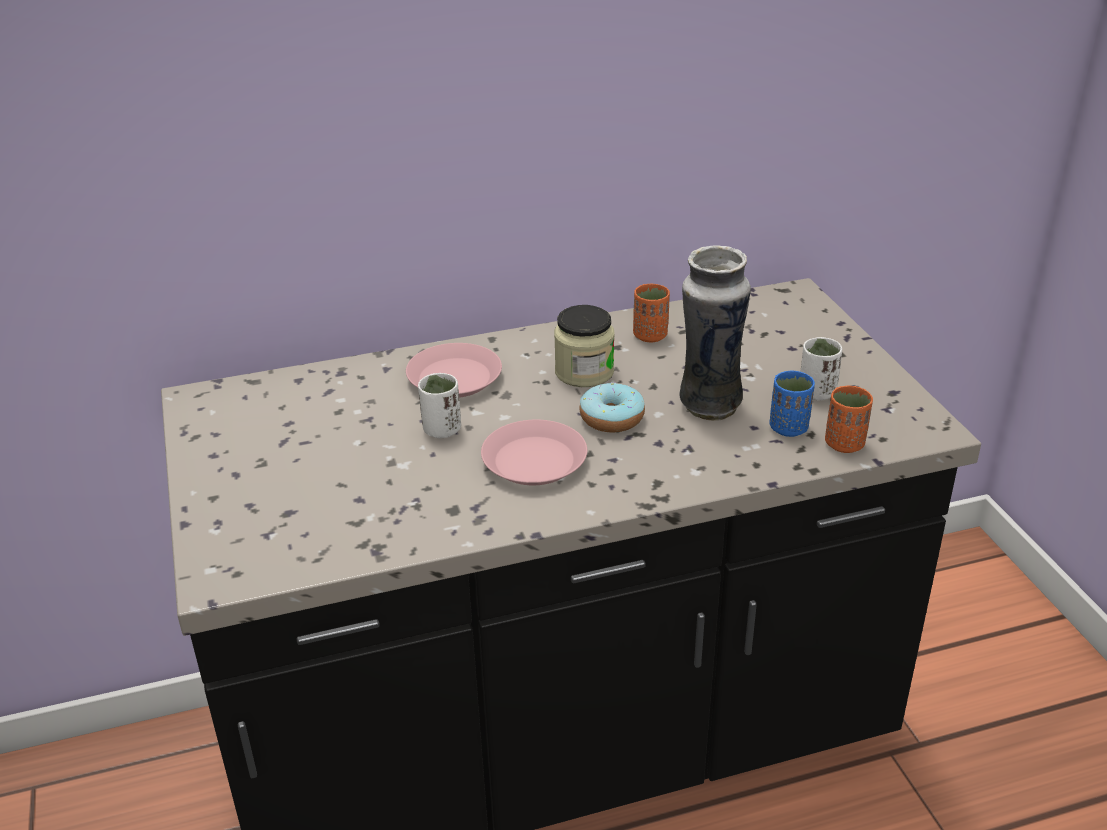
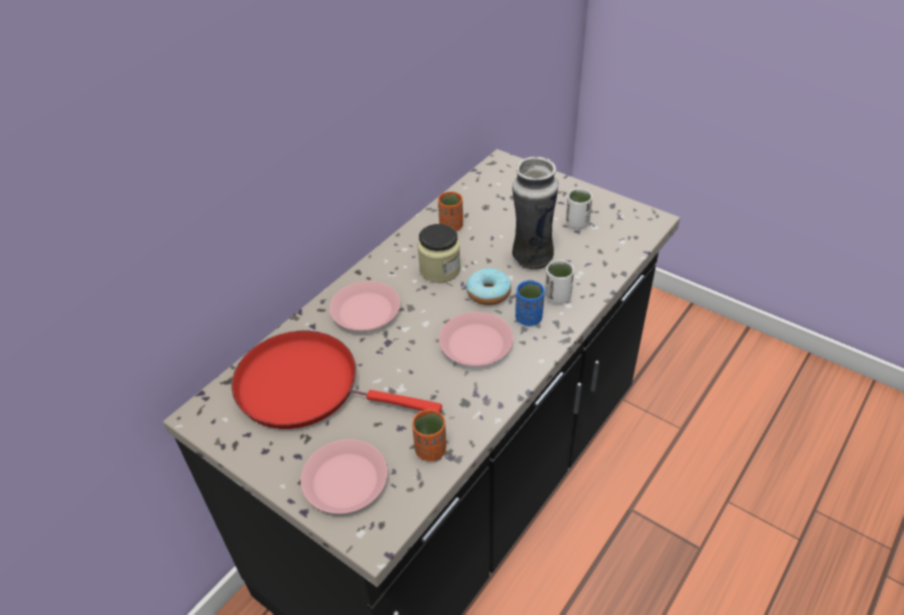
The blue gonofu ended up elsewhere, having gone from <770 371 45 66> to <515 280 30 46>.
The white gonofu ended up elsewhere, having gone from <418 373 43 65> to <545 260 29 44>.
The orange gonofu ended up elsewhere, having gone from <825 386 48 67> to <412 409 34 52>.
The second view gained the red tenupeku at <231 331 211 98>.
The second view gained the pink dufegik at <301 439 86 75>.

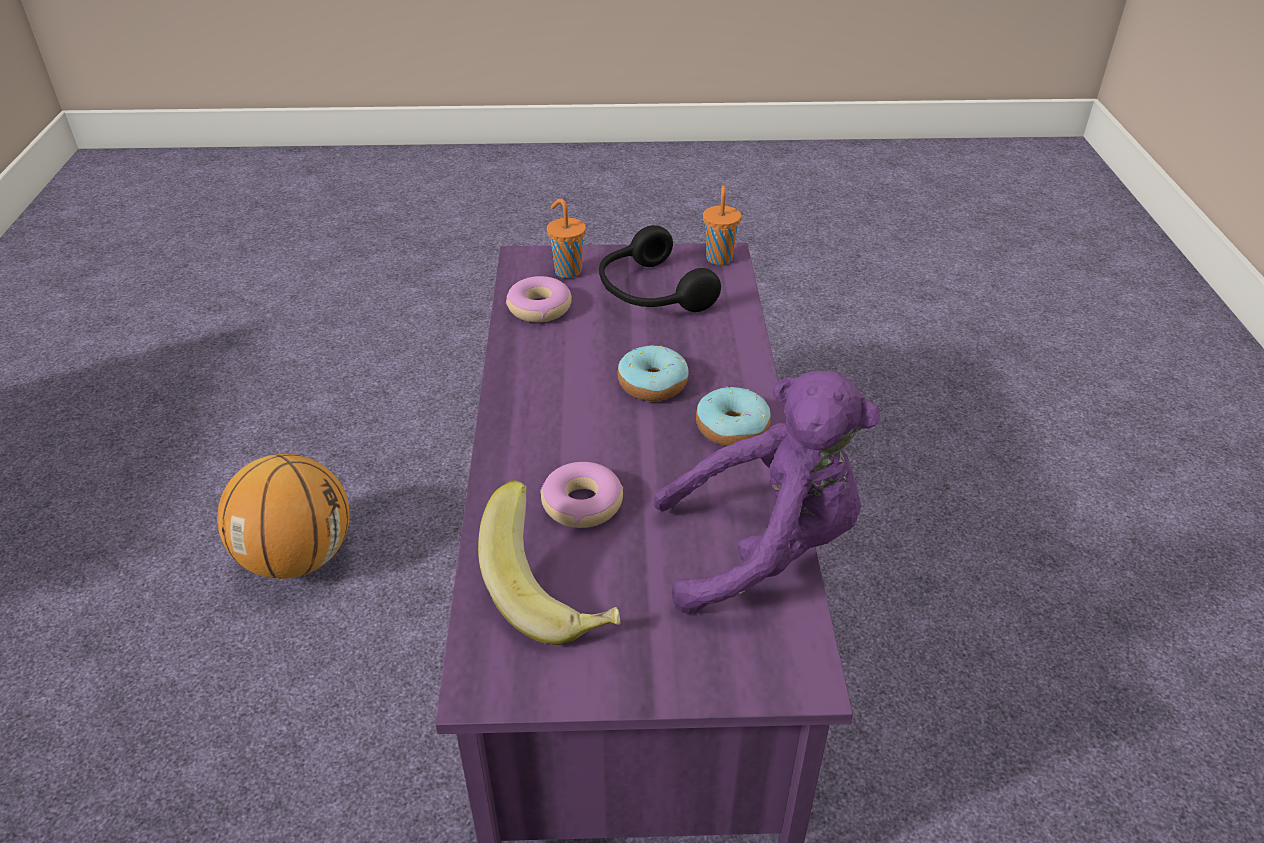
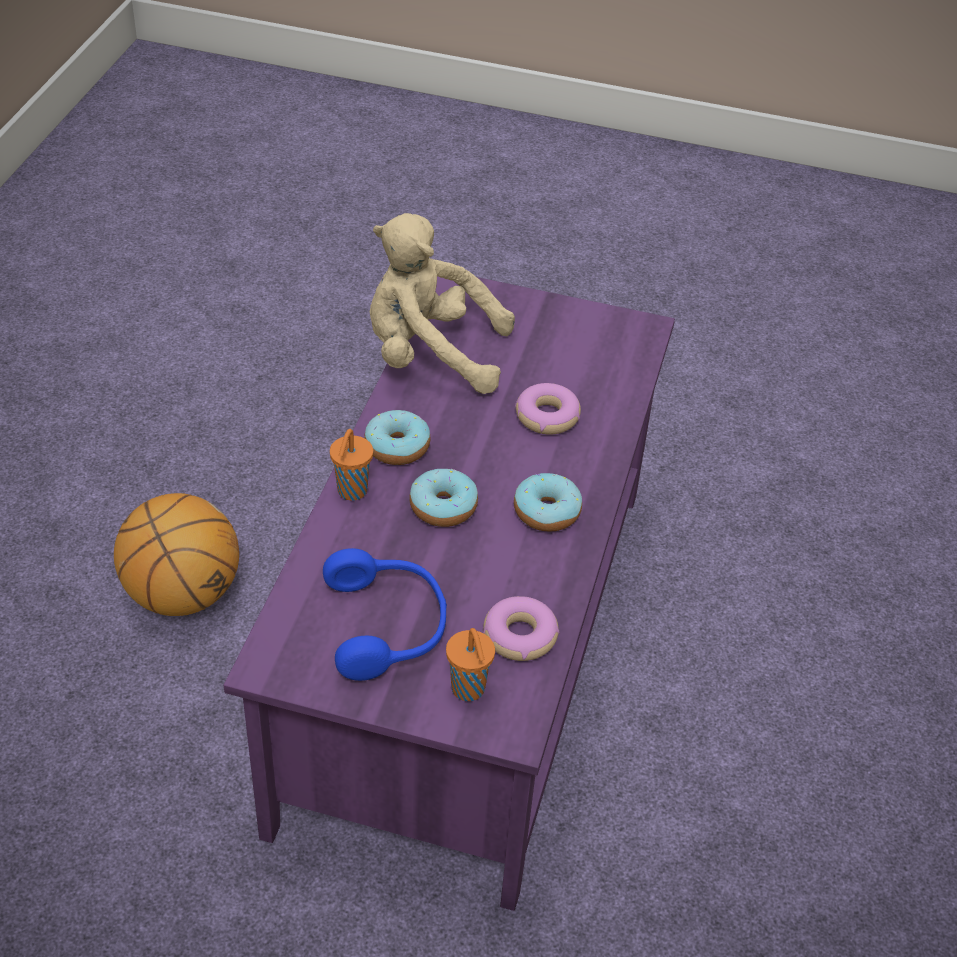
The orange gonofu ended up elsewhere, having gone from <703 186 38 79> to <330 429 43 72>.
What was the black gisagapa at <599 225 122 87> turned into the blue gisagapa at <323 548 124 133>.
What was the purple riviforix at <654 371 226 243> turned into the beige riviforix at <370 213 145 181>.
The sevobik ended up elsewhere, having gone from <217 454 133 125> to <114 493 125 123>.
The second view lost the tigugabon at <478 480 143 165>.
The second view gained the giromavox at <514 473 68 59>.

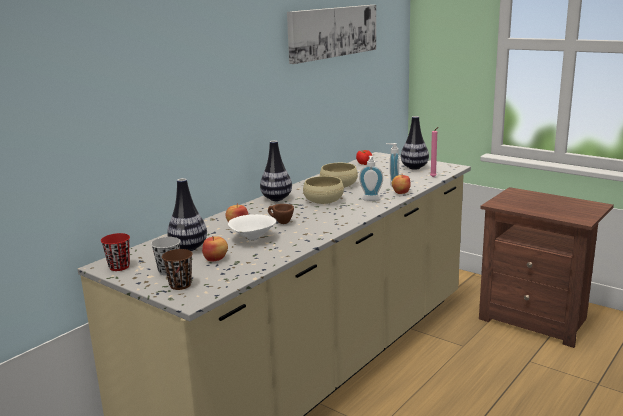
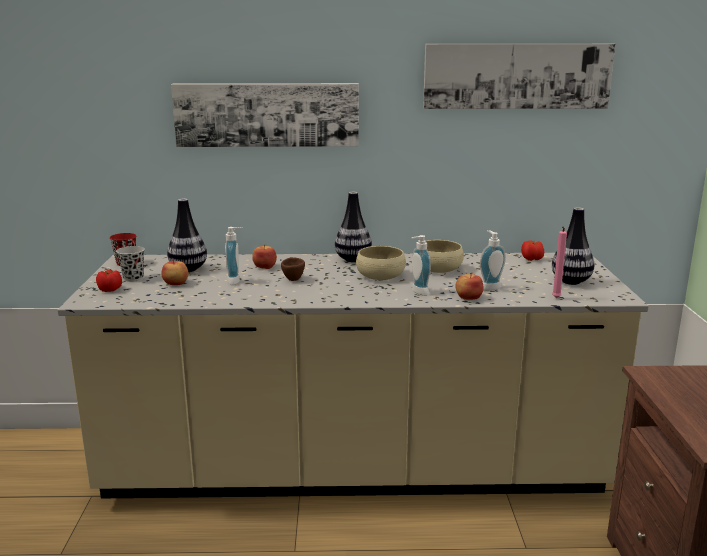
Where the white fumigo stood at <228 214 48 27>, the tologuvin came to stand at <225 227 18 58>.
Where the brown gonofu stood at <162 249 31 41>, the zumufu came to stand at <96 269 26 23>.
The second view gained the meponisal at <171 83 188 64>.

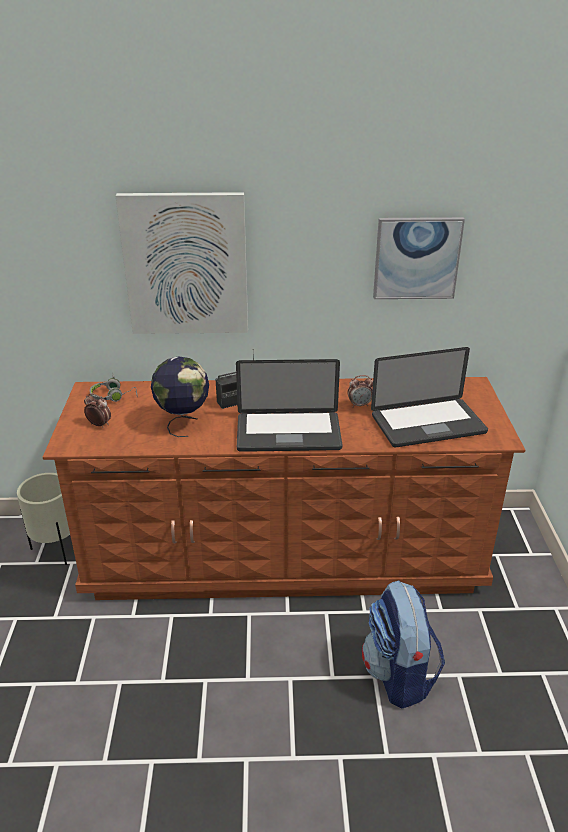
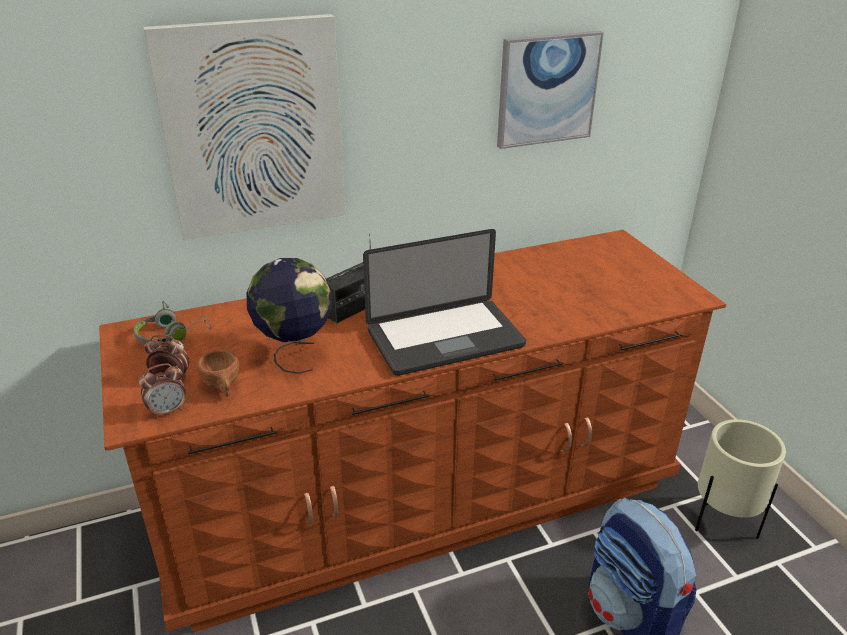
The second view lost the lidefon at <371 347 117 100>.
The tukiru ended up elsewhere, having gone from <348 375 25 32> to <139 363 47 55>.
The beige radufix ended up elsewhere, having gone from <17 473 53 92> to <695 419 91 120>.
The second view gained the brown gonofu at <197 350 42 47>.

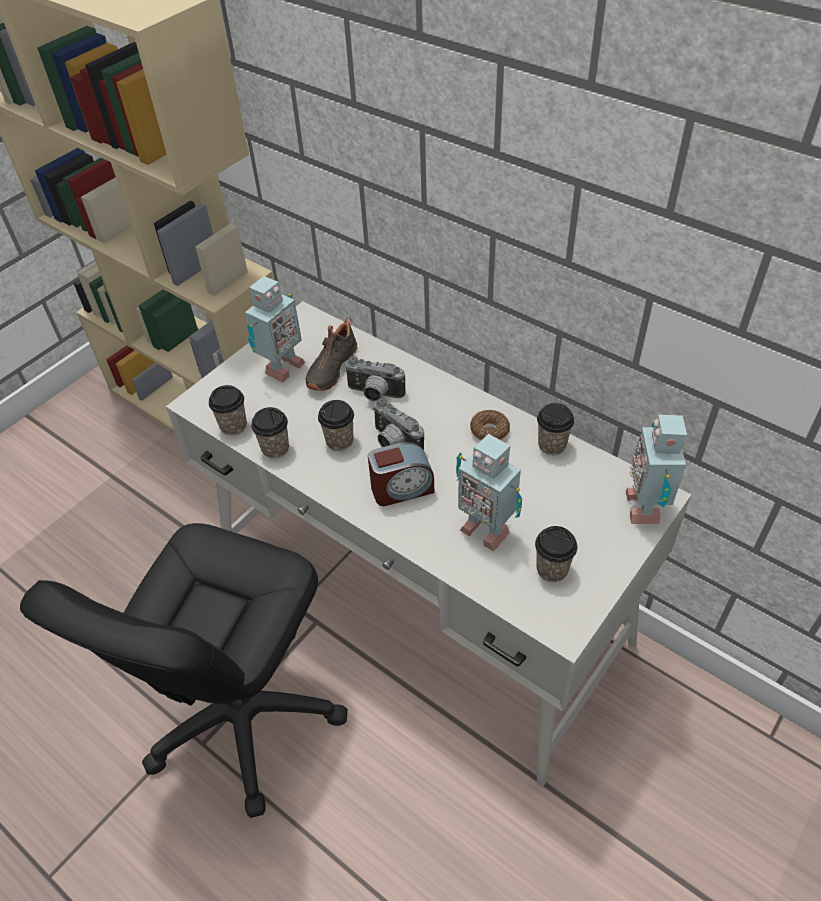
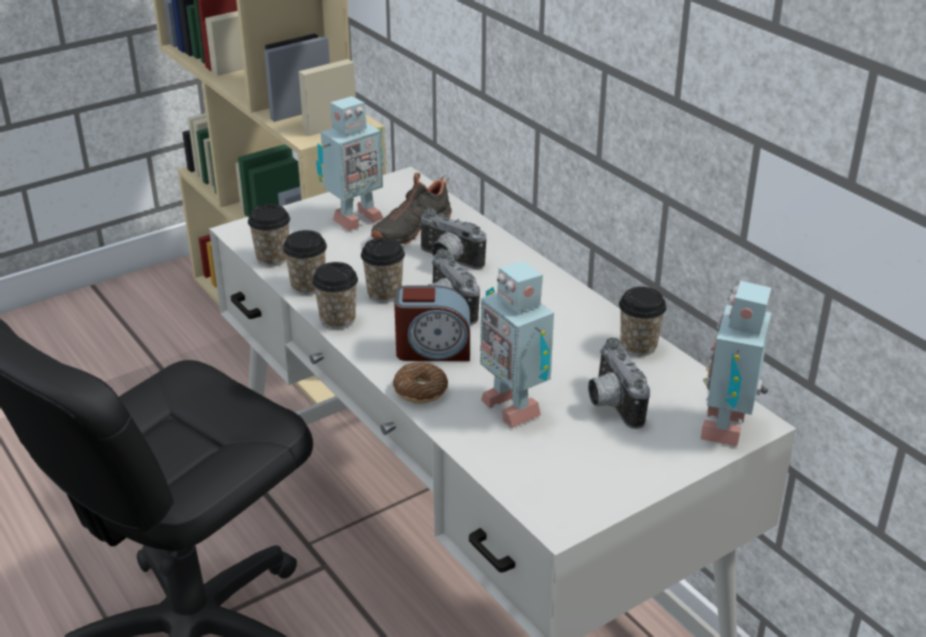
The giromavox ended up elsewhere, having gone from <470 410 40 30> to <393 362 55 42>.
The gonofu ended up elsewhere, having gone from <535 526 42 56> to <312 262 46 68>.
The second view gained the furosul at <588 338 62 91>.

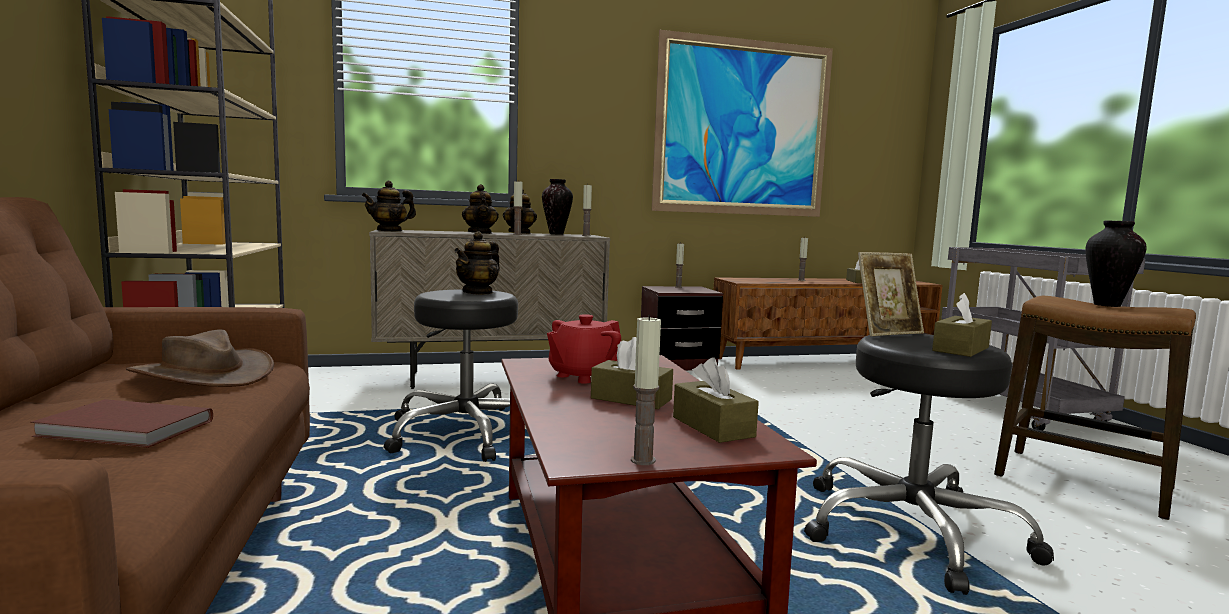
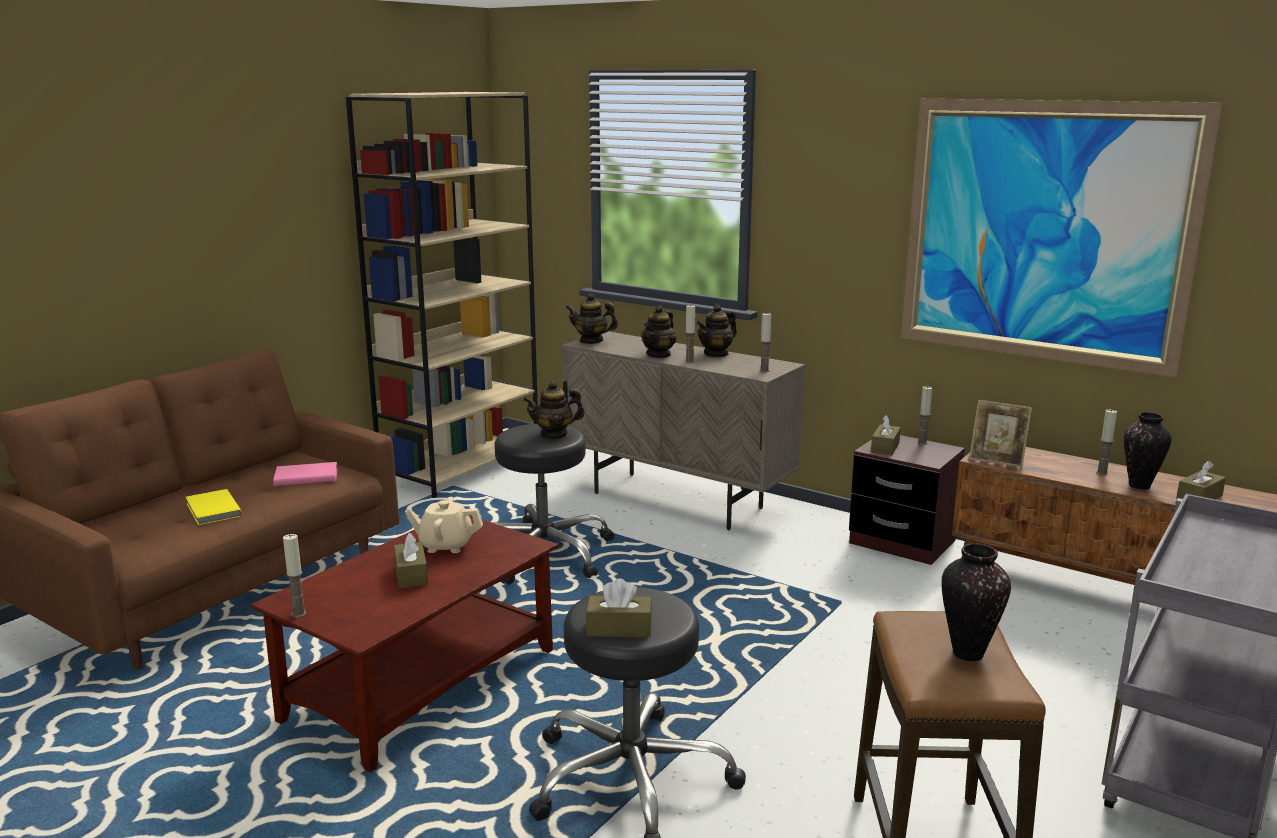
The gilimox ended up elsewhere, having gone from <542 179 31 55> to <1124 412 48 78>.
The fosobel ended up elsewhere, having gone from <858 252 66 84> to <969 400 63 67>.
What was the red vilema at <547 314 74 70> turned into the beige vilema at <405 497 78 56>.
Where the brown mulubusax stood at <126 329 148 58>, the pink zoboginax came to stand at <273 462 65 24>.
The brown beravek ended up elsewhere, having gone from <673 358 86 85> to <871 415 30 40>.
What was the brown zoboginax at <30 399 183 49> turned into the yellow zoboginax at <186 489 56 36>.

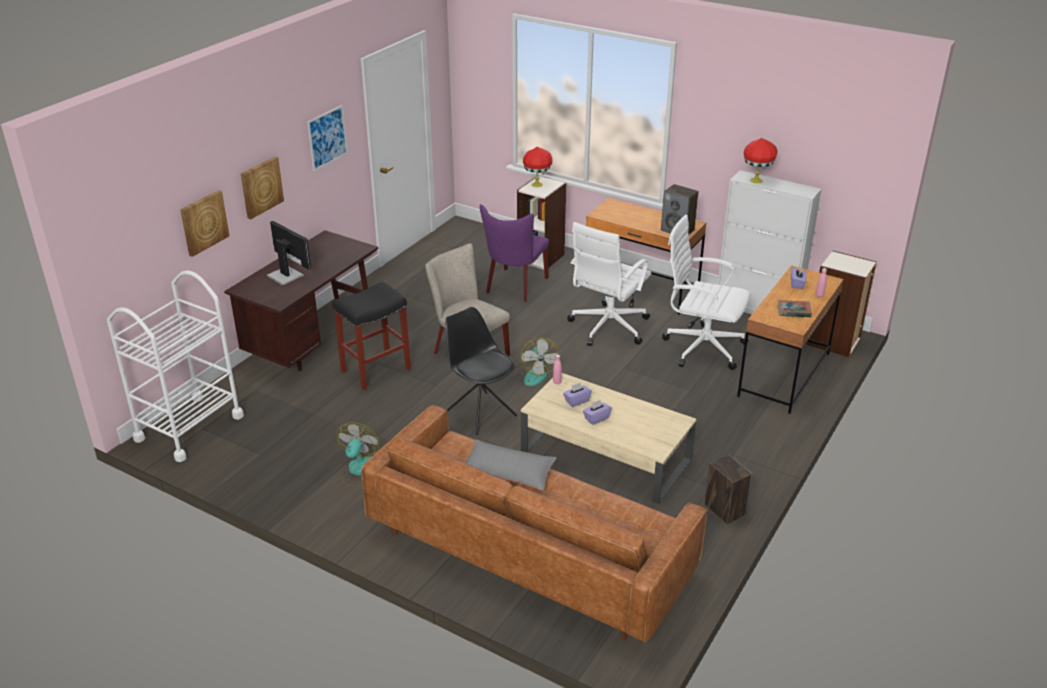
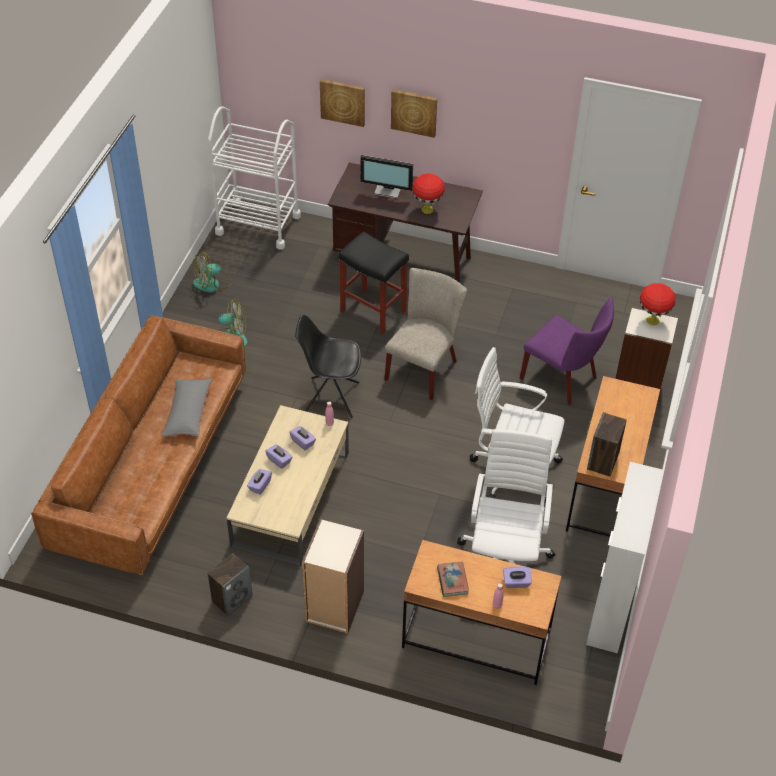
The second view lost the meponisal at <307 105 40 66>.
The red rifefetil ended up elsewhere, having gone from <744 138 34 45> to <412 173 33 41>.
The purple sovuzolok at <480 204 69 98> ended up facing another way, 150 degrees counterclockwise from before.
The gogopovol at <267 221 44 64> ended up facing another way, 75 degrees clockwise from before.
The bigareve ended up elsewhere, having gone from <807 250 70 107> to <302 519 62 115>.
The black sovuzolok at <446 307 71 128> ended up facing another way, 120 degrees counterclockwise from before.
The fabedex ended up elsewhere, having gone from <511 338 49 48> to <193 251 39 41>.
The second view gained the purple beravek at <247 469 25 26>.

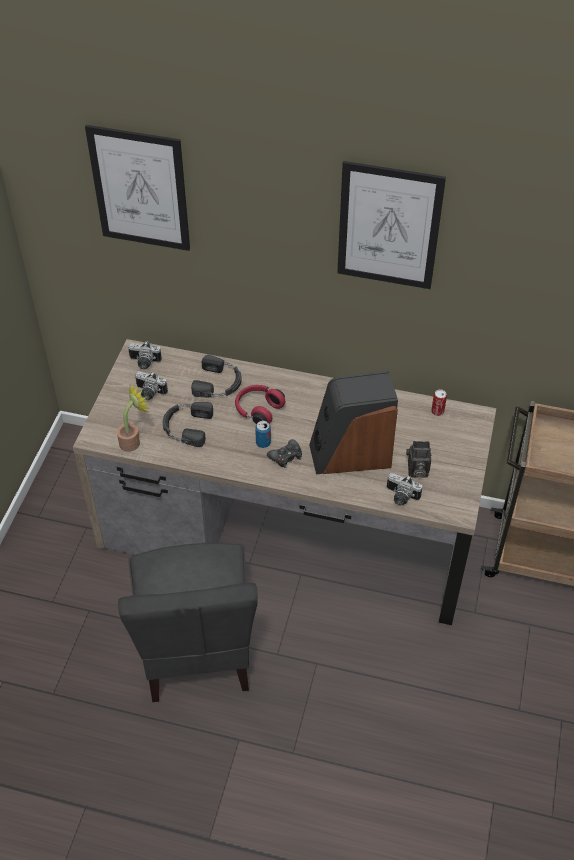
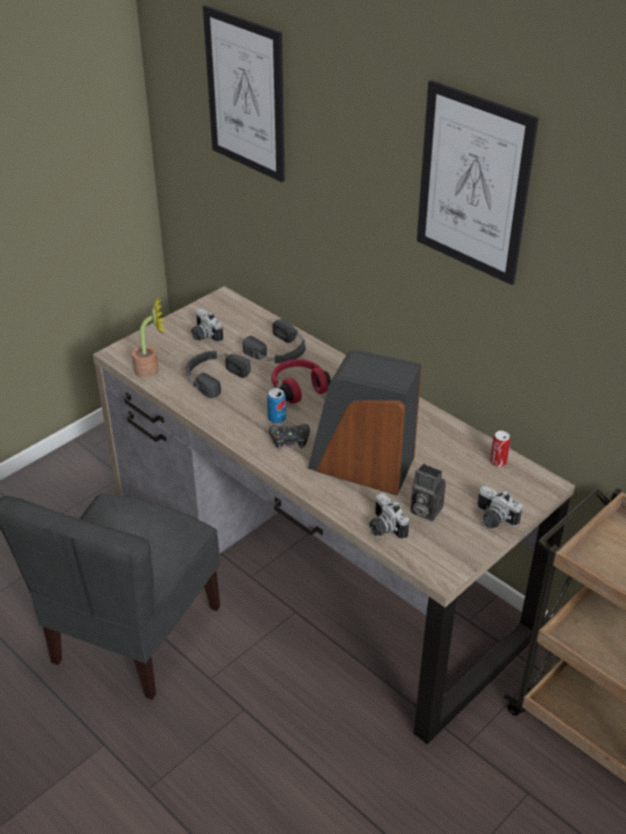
The furosul ended up elsewhere, having gone from <128 341 34 28> to <478 486 45 42>.

